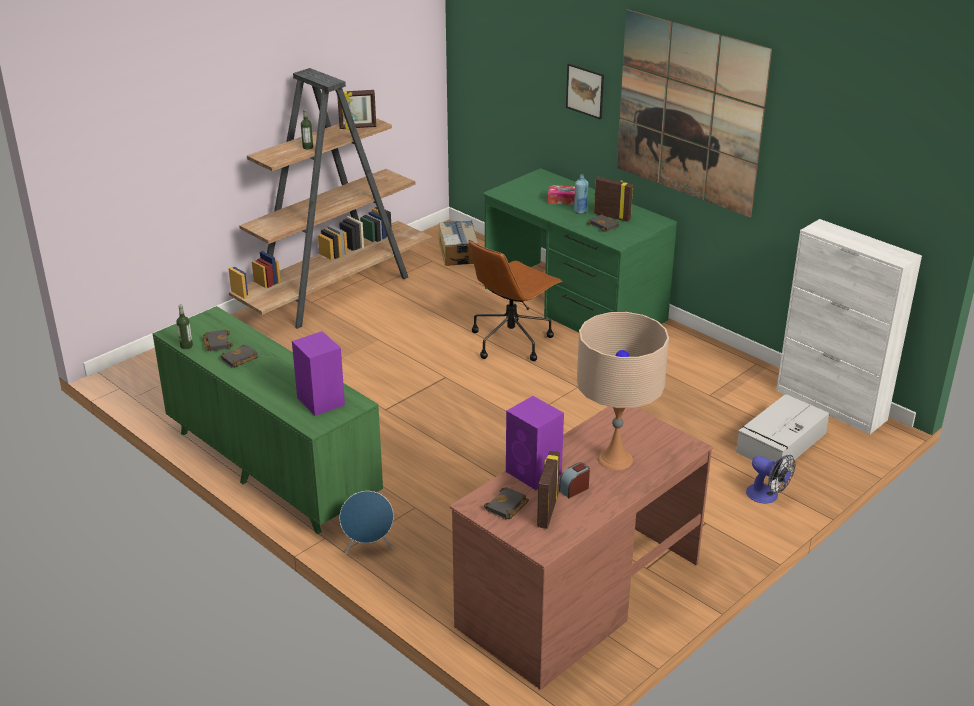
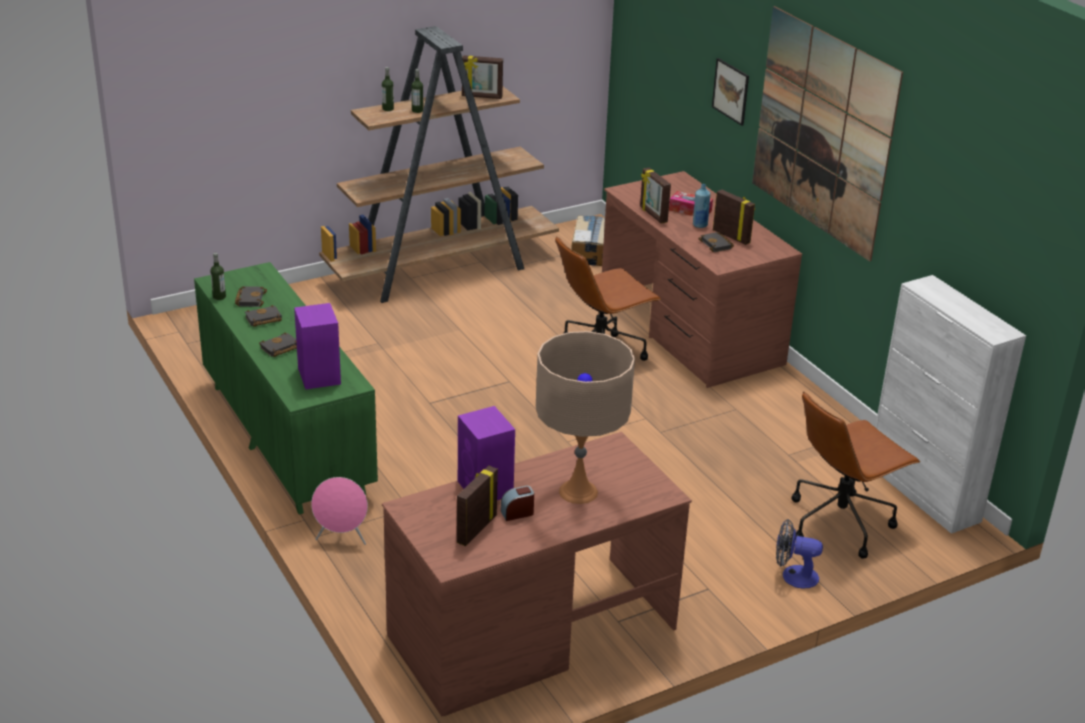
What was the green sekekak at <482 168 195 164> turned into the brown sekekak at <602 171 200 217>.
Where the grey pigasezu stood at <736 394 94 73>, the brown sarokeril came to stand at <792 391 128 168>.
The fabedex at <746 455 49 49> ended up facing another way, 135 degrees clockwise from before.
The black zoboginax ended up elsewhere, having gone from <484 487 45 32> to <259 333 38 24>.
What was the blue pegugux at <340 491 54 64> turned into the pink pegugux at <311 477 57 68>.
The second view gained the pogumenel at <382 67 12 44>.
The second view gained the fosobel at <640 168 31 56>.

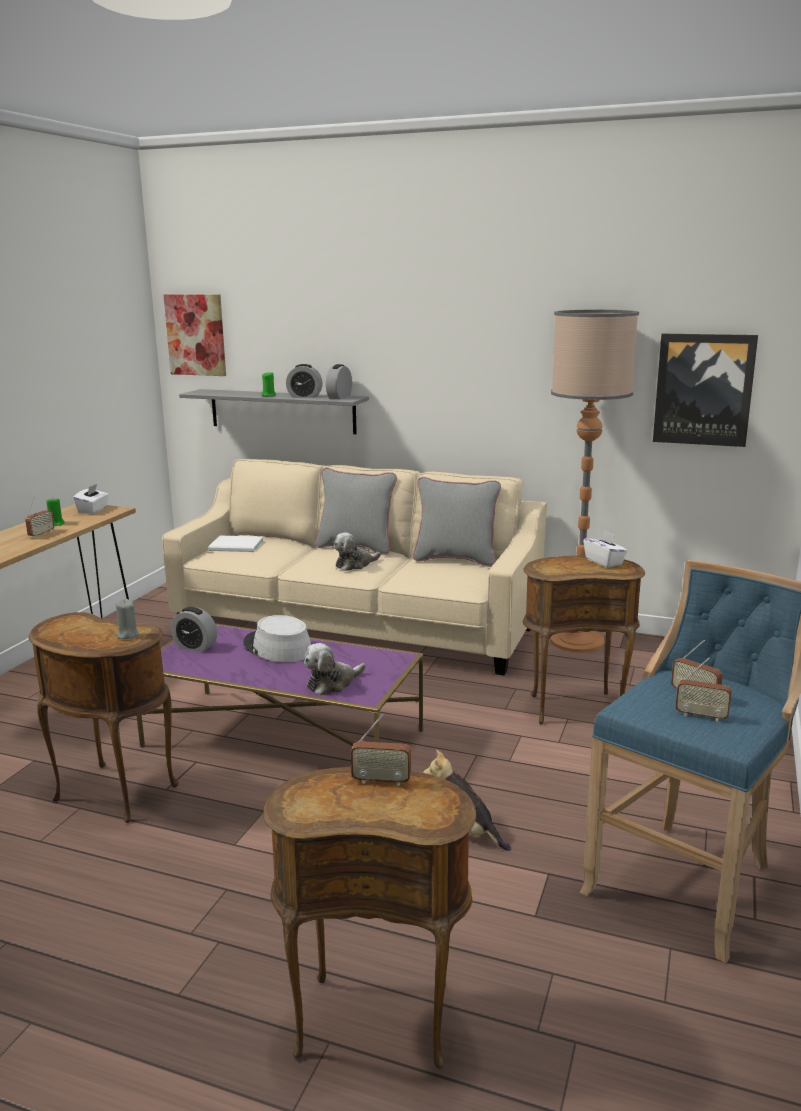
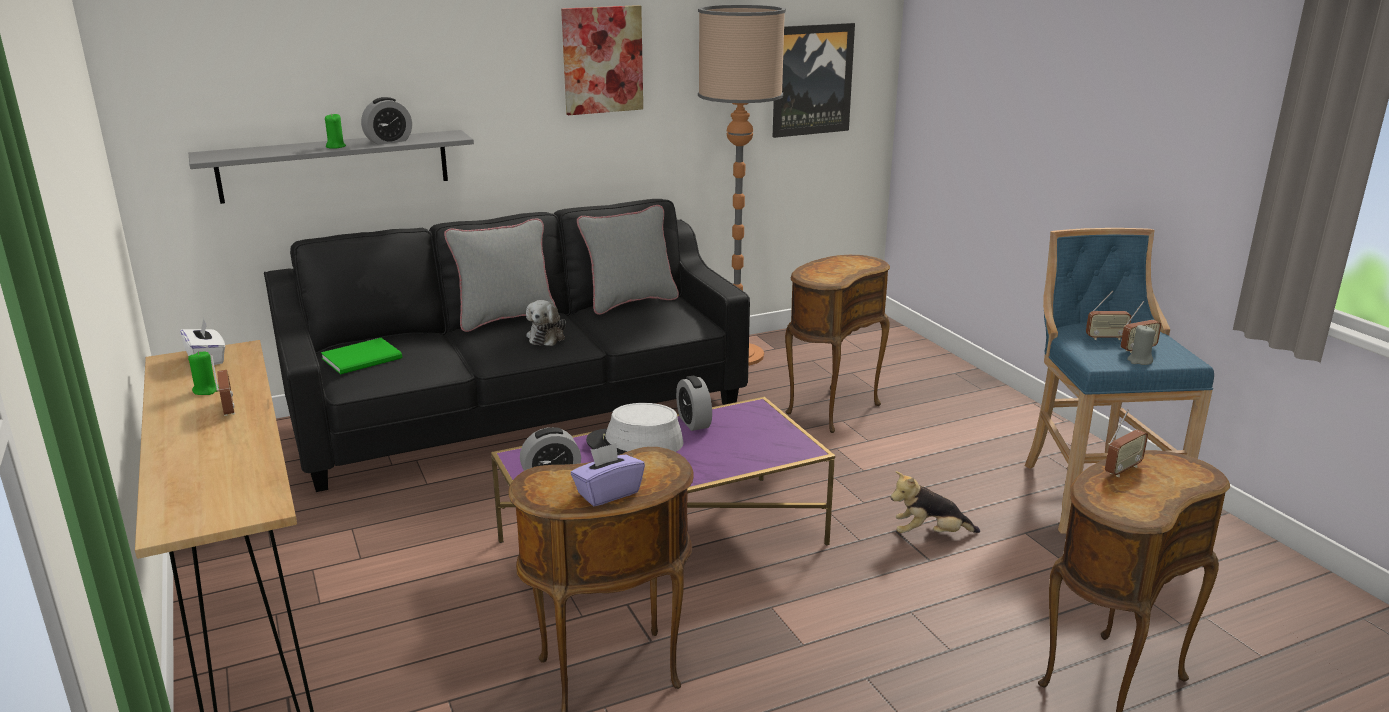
The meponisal ended up elsewhere, having gone from <164 294 62 82> to <561 5 82 110>.
The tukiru ended up elsewhere, having gone from <326 364 26 35> to <676 376 36 55>.
What was the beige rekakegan at <162 459 385 217> turned into the black rekakegan at <264 199 486 293>.
The second view lost the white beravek at <583 530 45 38>.
What was the white zoboginax at <208 536 55 16> turned into the green zoboginax at <321 338 81 36>.
The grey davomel ended up elsewhere, having gone from <116 599 23 40> to <1127 325 29 40>.
The second view lost the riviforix at <304 643 62 52>.
The second view gained the purple beravek at <571 443 74 64>.

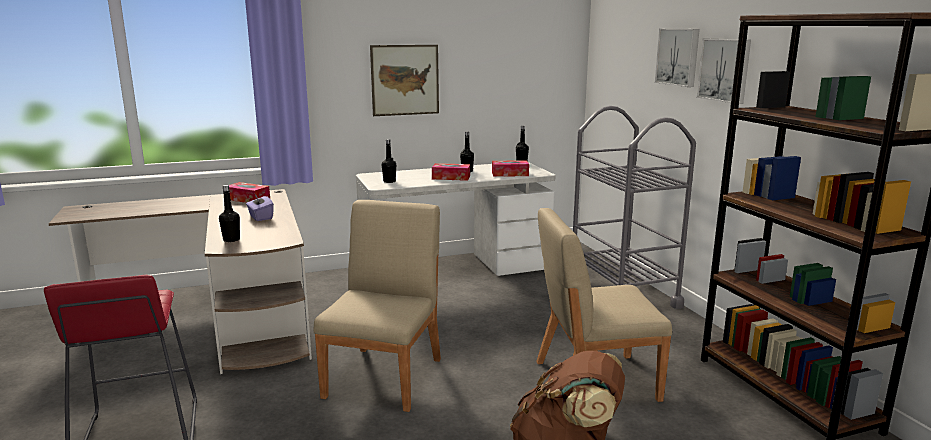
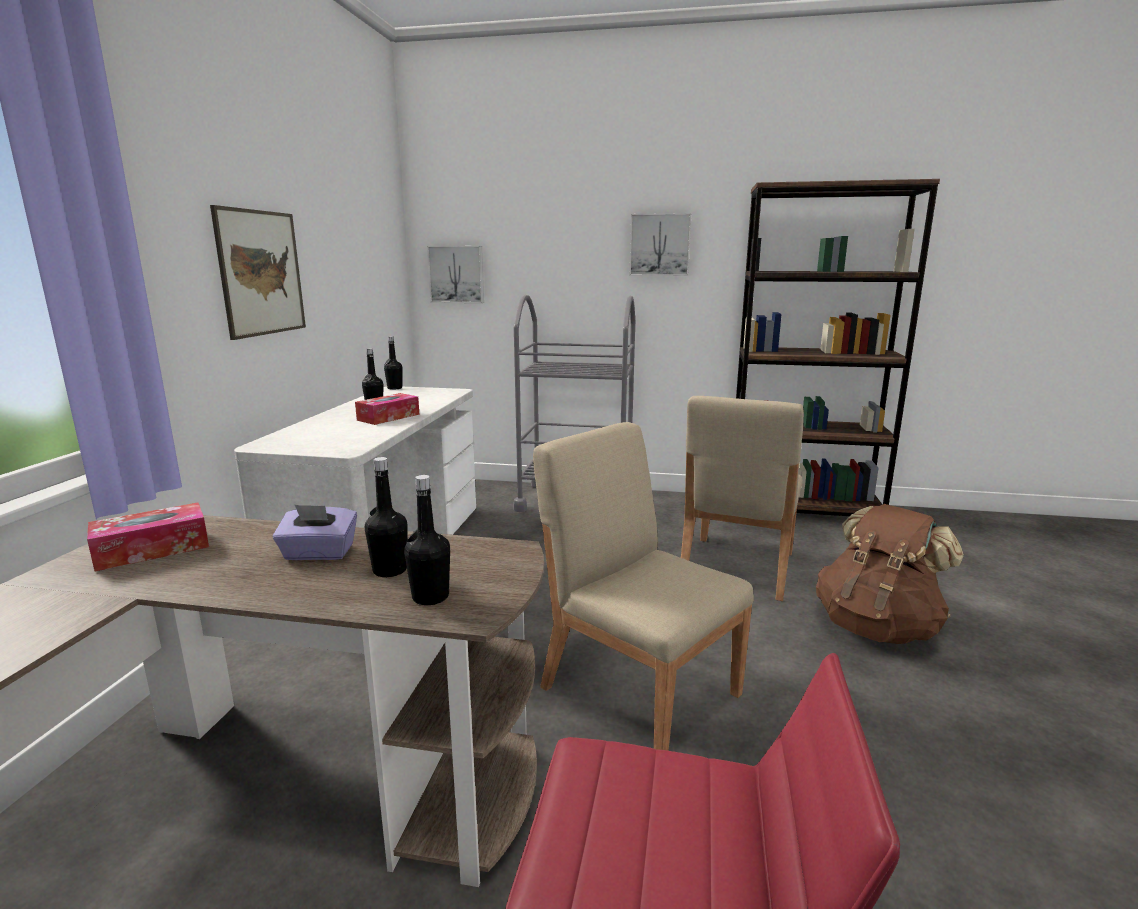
The meponisal ended up elsewhere, having gone from <655 29 45 58> to <427 246 57 57>.
The black pogumenel ended up elsewhere, having gone from <382 139 14 44> to <365 457 43 120>.
The second view lost the beravek at <492 160 37 17>.

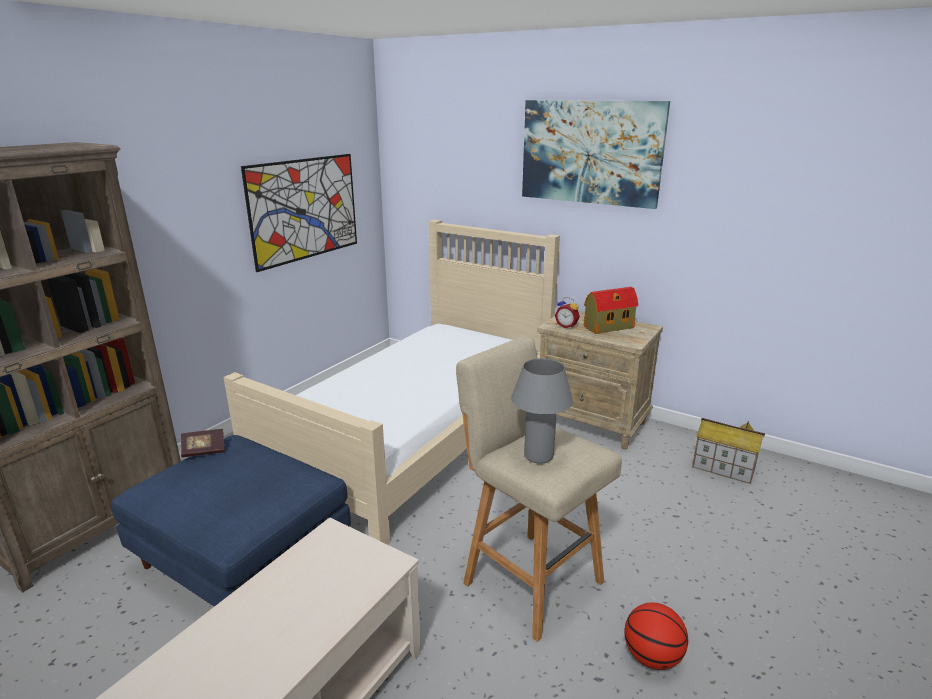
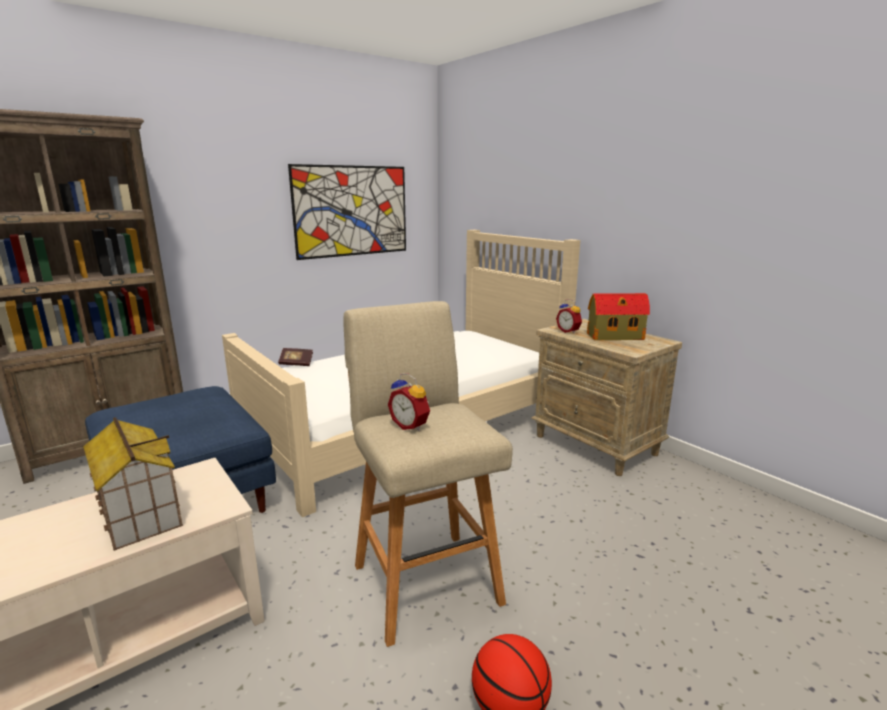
The second view lost the meponisal at <522 100 148 109>.
Where the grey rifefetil stood at <511 358 62 106>, the tukiru came to stand at <388 373 42 58>.
The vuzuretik ended up elsewhere, having gone from <692 418 73 66> to <83 417 100 134>.
The zoboginax ended up elsewhere, having gone from <181 429 44 28> to <278 348 35 18>.

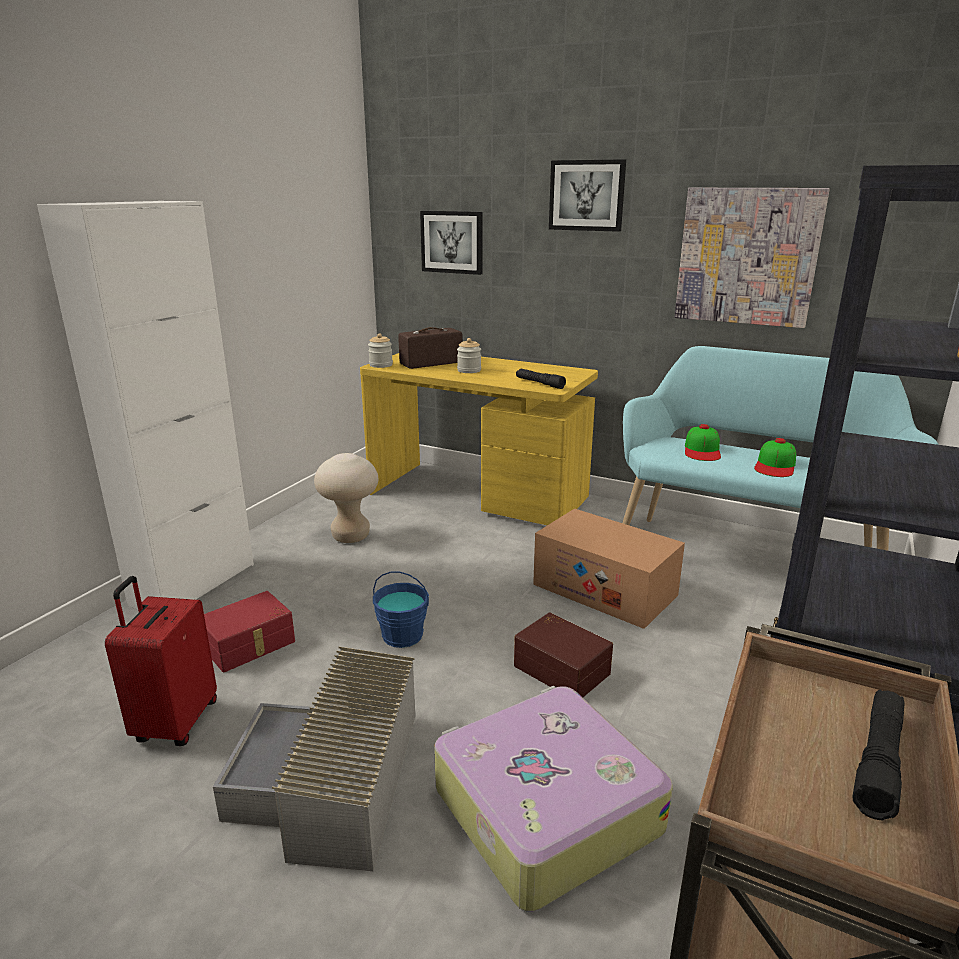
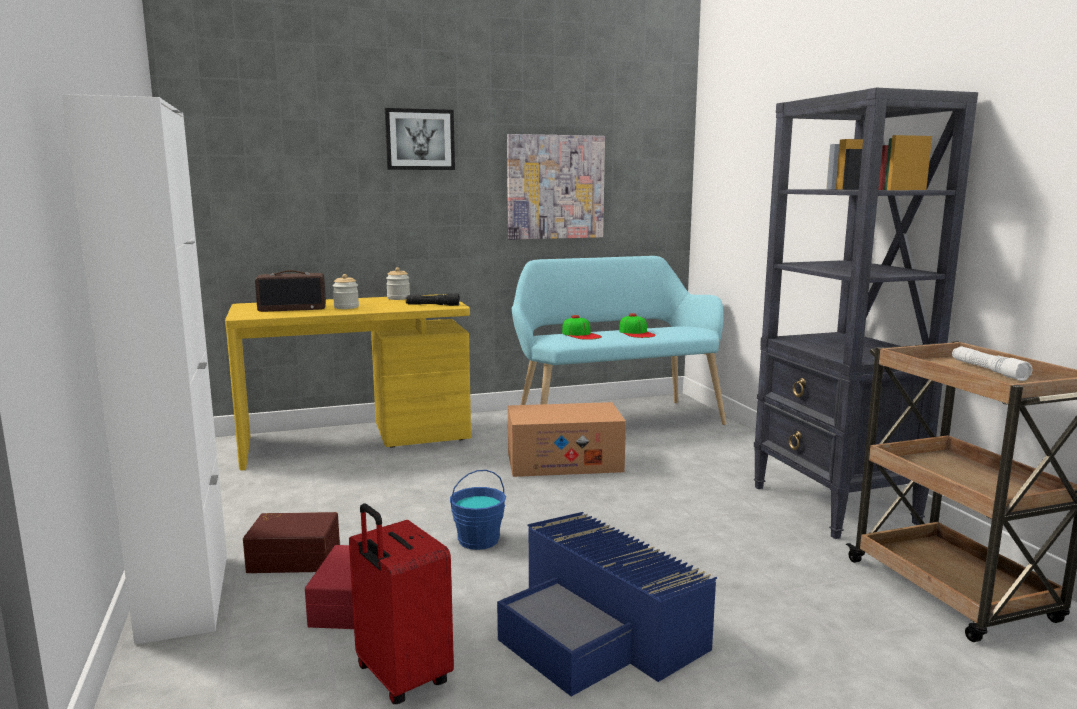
The second view lost the meponisal at <420 211 63 64>.
The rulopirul at <398 327 65 42> ended up facing another way, 120 degrees counterclockwise from before.
The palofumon ended up elsewhere, having gone from <368 334 25 34> to <386 267 24 33>.
The second view lost the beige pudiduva at <314 453 64 90>.
The brown pigasezu ended up elsewhere, having gone from <514 612 99 85> to <243 512 97 61>.
What was the grey pigasezu at <213 647 202 224> turned into the blue pigasezu at <497 512 220 185>.
The second view lost the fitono at <434 686 239 225>.
What was the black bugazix at <852 689 53 131> turned into the white bugazix at <952 346 80 35>.

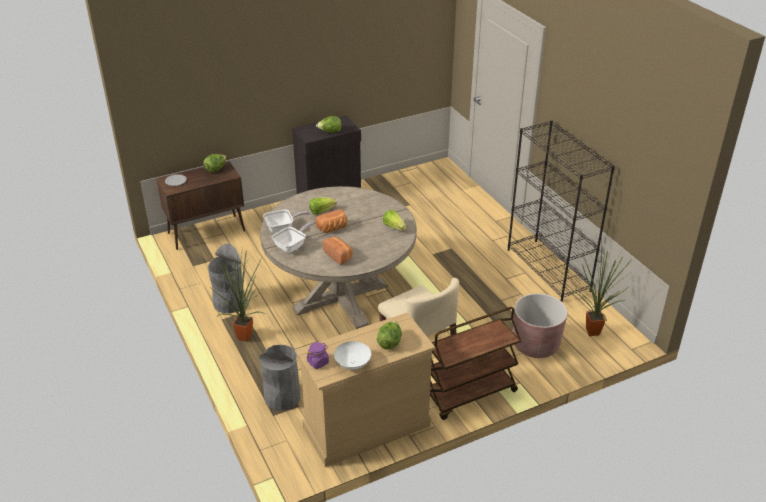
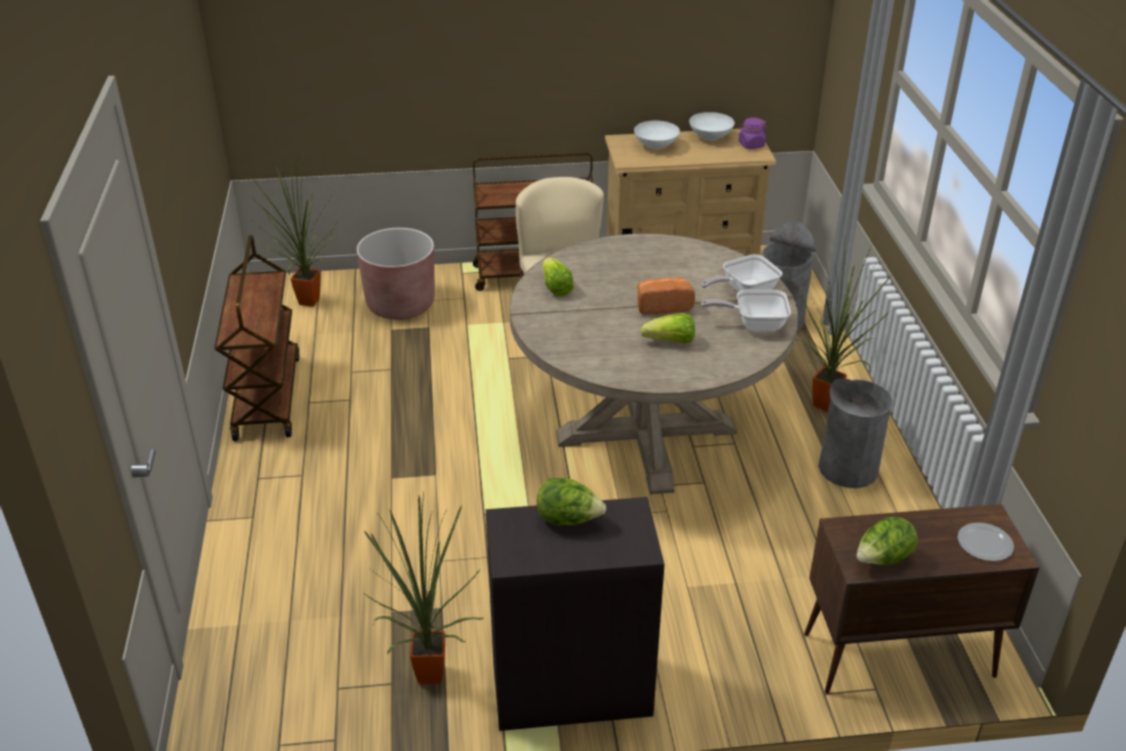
Where the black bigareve stood at <508 120 107 182>, the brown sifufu came to stand at <214 235 86 206>.
The second view lost the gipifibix at <323 237 29 28>.
Where the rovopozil stood at <377 321 25 29>, the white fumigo came to stand at <634 121 46 28>.
The second view gained the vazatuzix at <364 493 120 191>.

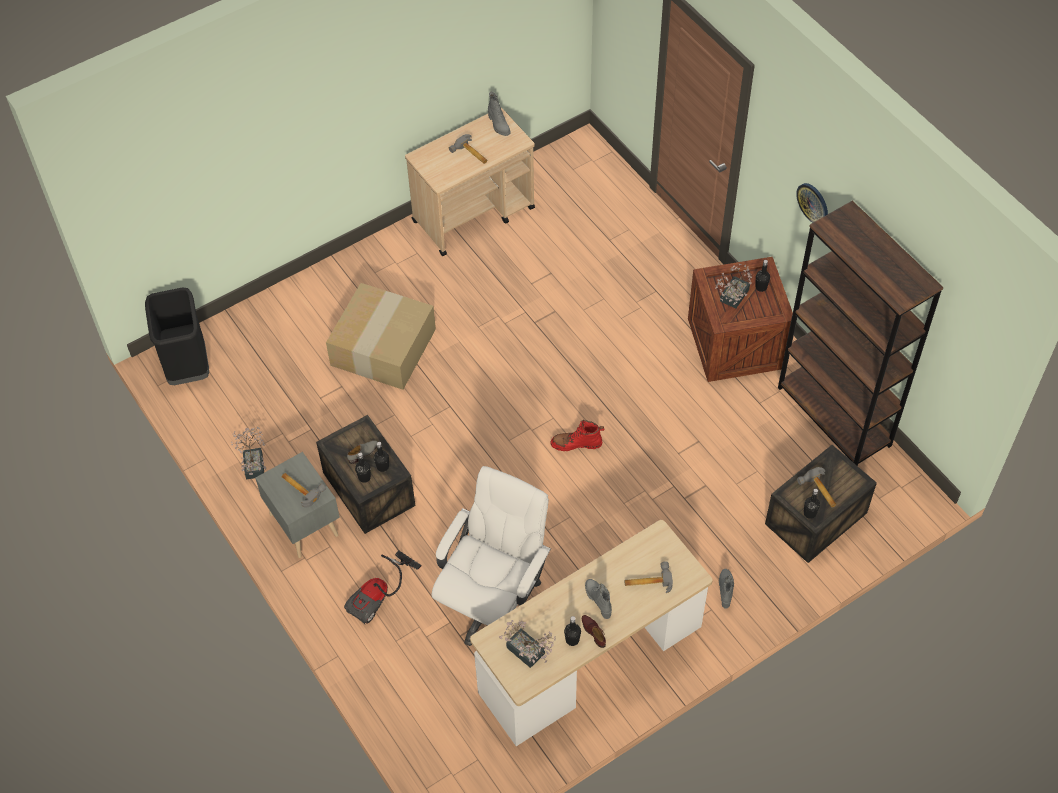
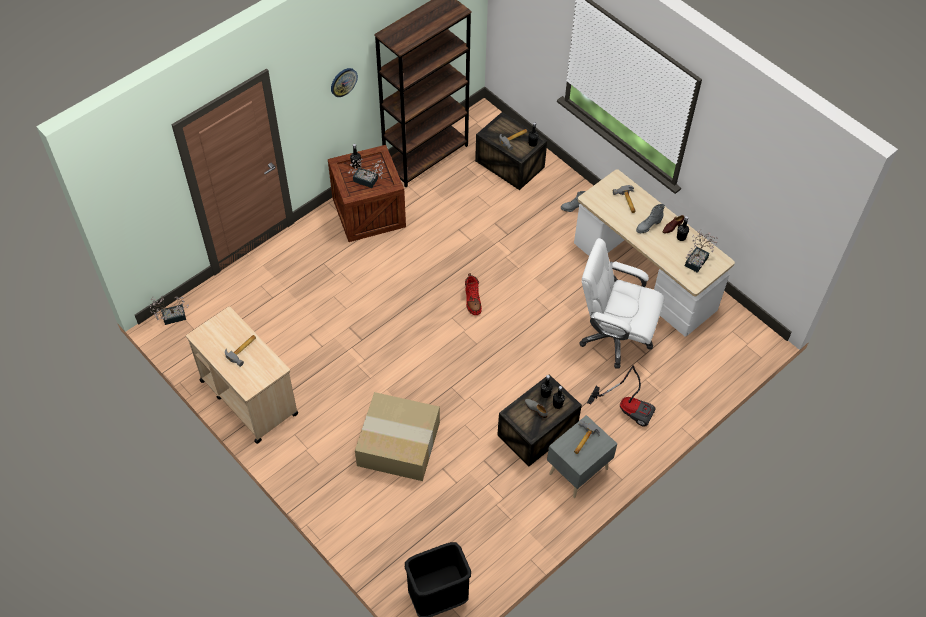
The second view lost the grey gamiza at <488 92 22 44>.
The vazatuzix ended up elsewhere, having gone from <231 427 35 53> to <150 295 39 30>.

